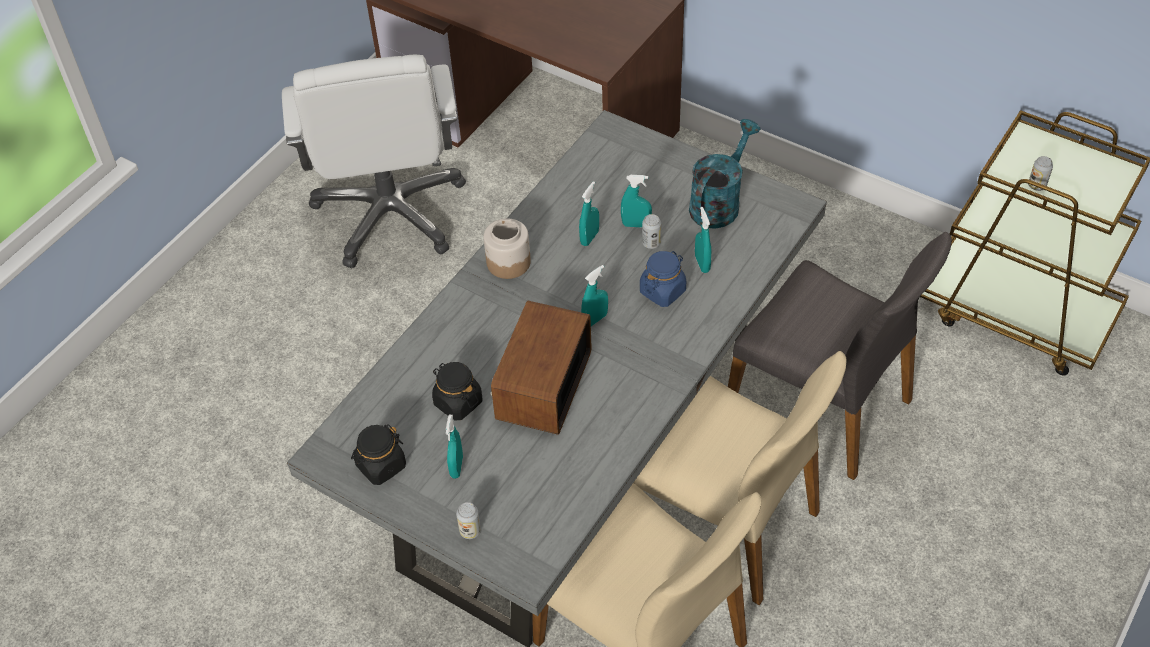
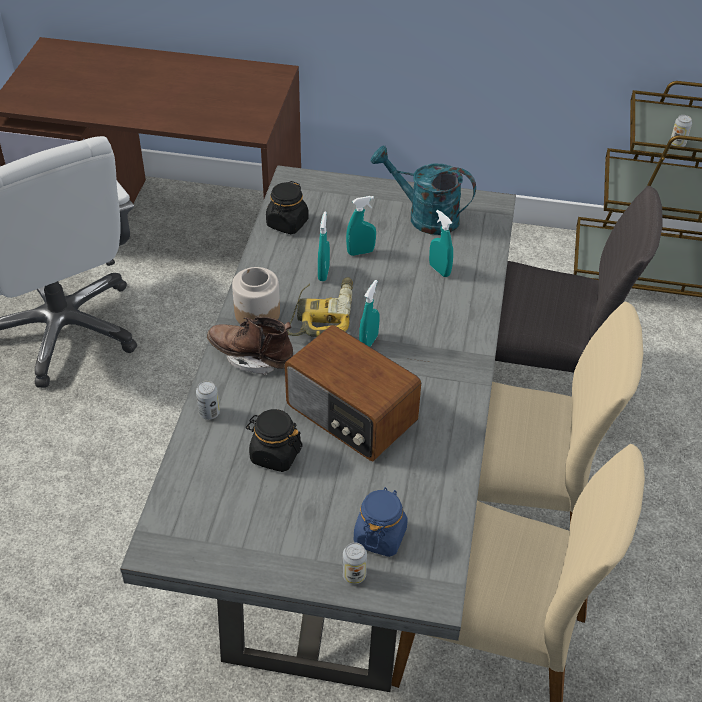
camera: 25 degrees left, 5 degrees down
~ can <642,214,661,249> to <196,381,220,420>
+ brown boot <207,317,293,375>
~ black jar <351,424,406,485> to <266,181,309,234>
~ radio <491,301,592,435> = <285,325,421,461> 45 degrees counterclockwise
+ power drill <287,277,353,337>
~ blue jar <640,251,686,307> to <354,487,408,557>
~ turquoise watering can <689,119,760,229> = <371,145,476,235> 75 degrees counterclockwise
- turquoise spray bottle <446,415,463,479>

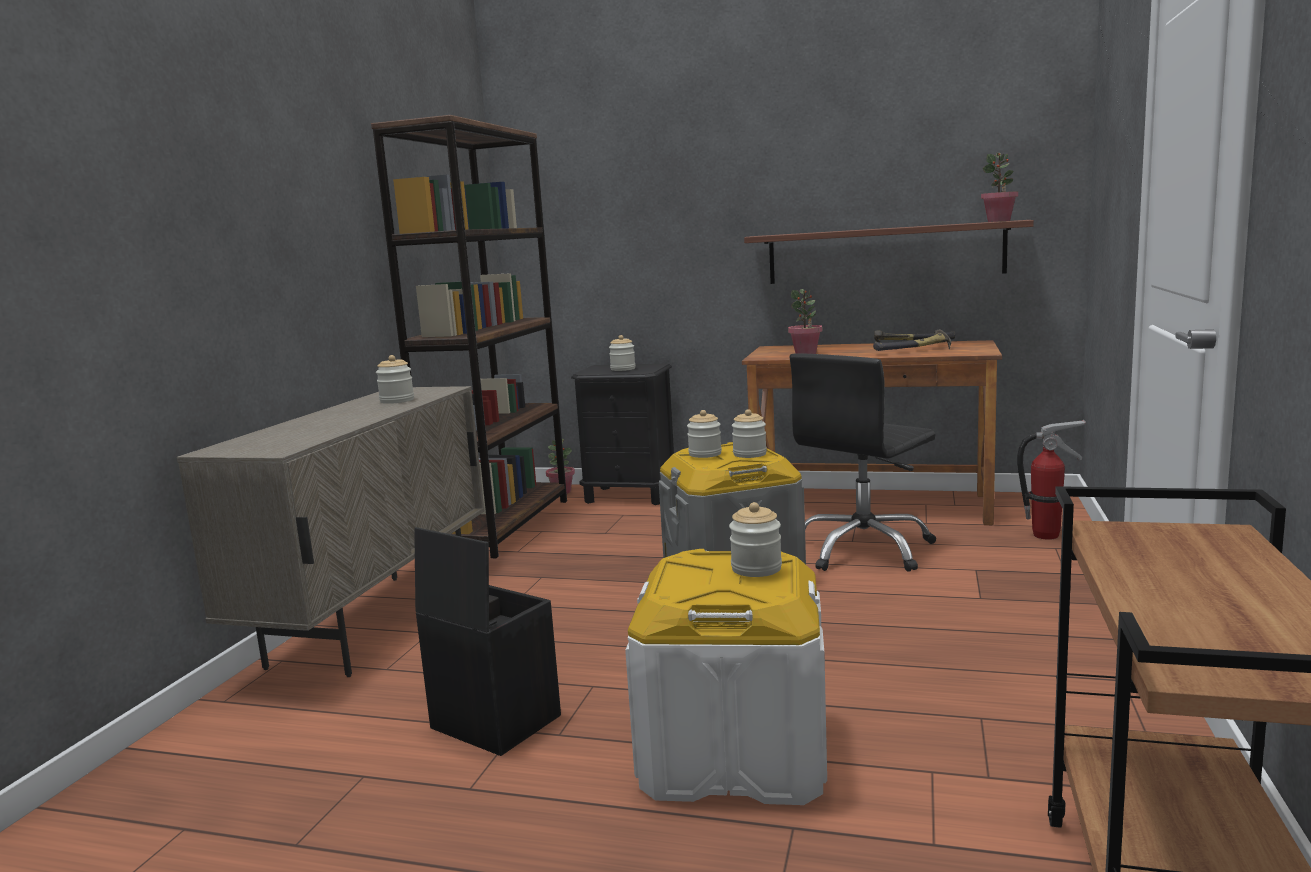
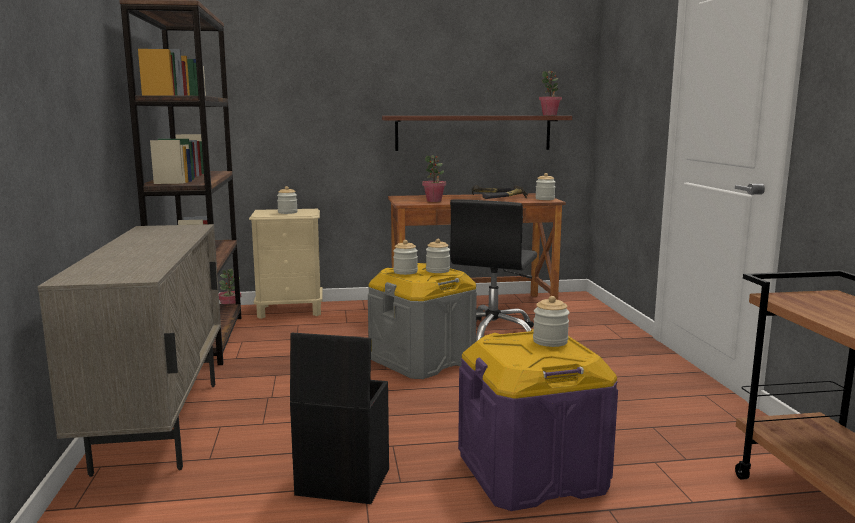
camera: 25 degrees left, 0 degrees up
~ black nightstand <571,364,674,505> to beige nightstand <249,209,323,319>
~ white storage box <625,549,827,805> to purple storage box <458,329,618,511>
~ jar <376,355,414,404> to <535,173,555,200>
- fire extinguisher <1017,420,1086,540>

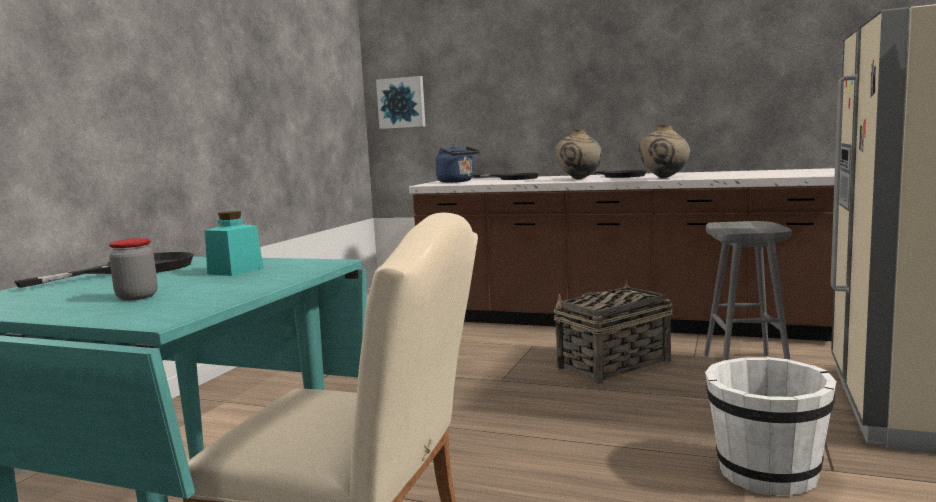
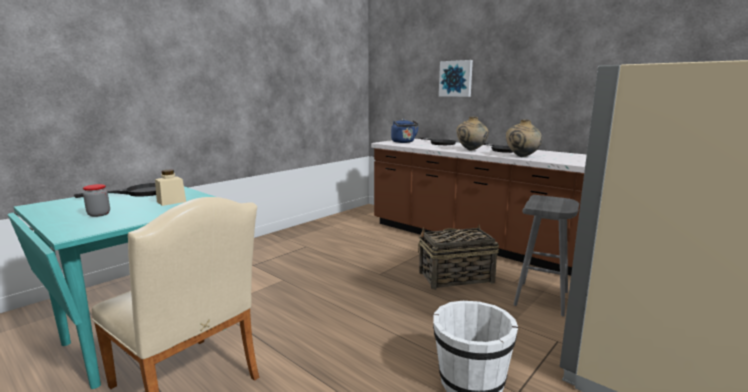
camera: 20 degrees right, 5 degrees up
~ turquoise jar <205,211,263,276> to beige jar <155,170,186,206>
~ picture <376,76,426,129> to <439,60,473,97>

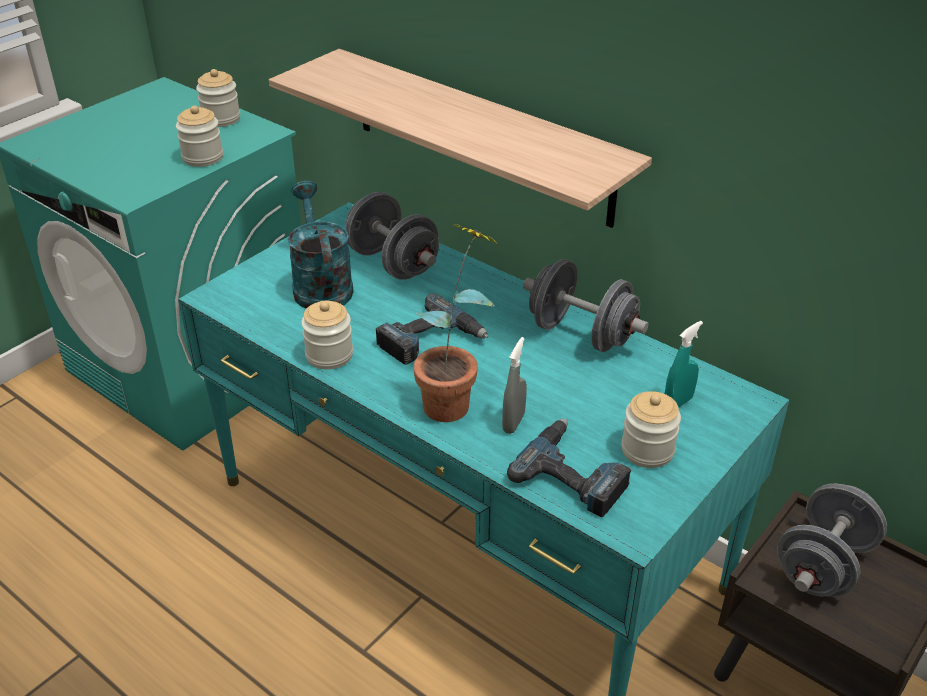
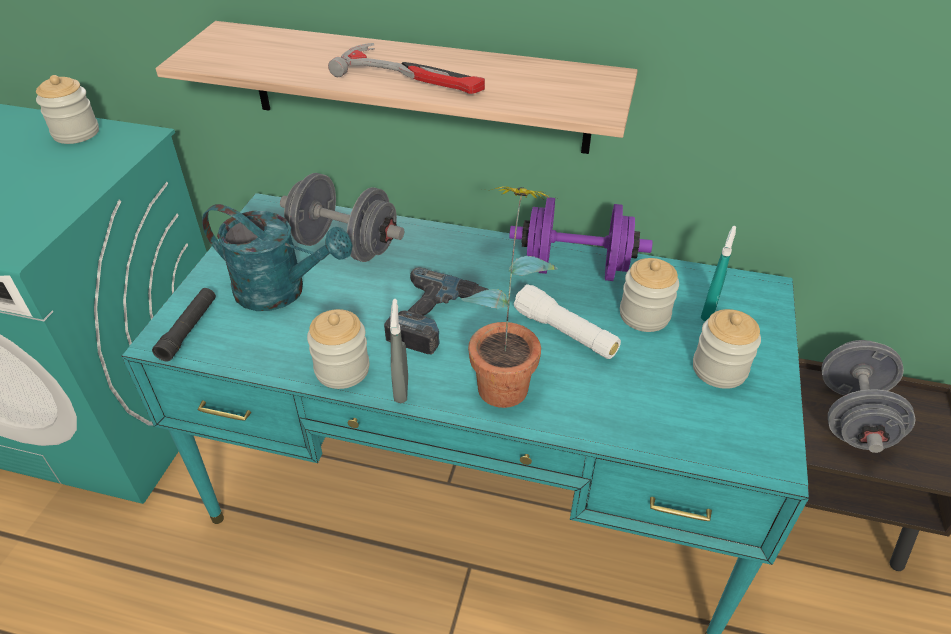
camera: 25 degrees left, 5 degrees up
+ black flashlight <152,288,216,361>
~ turquoise watering can <288,181,354,309> = <202,204,353,311> 150 degrees clockwise
+ hammer <328,43,485,94>
~ grey spray bottle <502,337,527,434> to <390,299,408,403>
~ grey dumbbell <523,259,649,352> to purple dumbbell <509,197,653,281>
+ white flashlight <514,285,621,359>
~ jar <176,106,223,167> to <620,258,679,332>
- power drill <507,419,632,517>

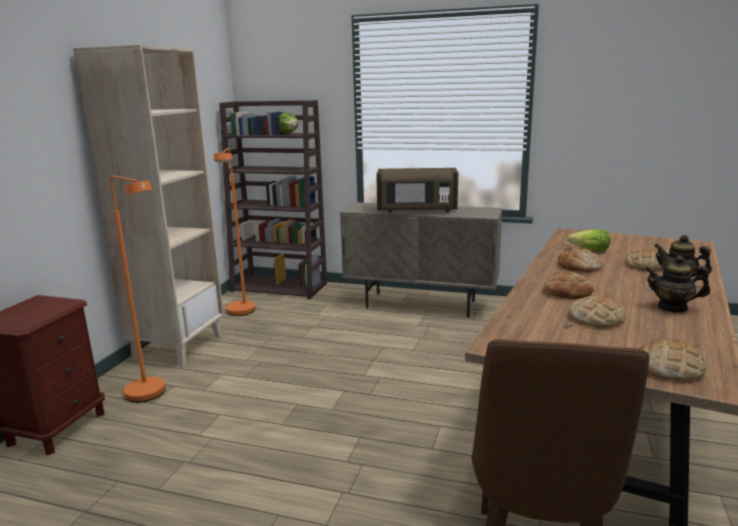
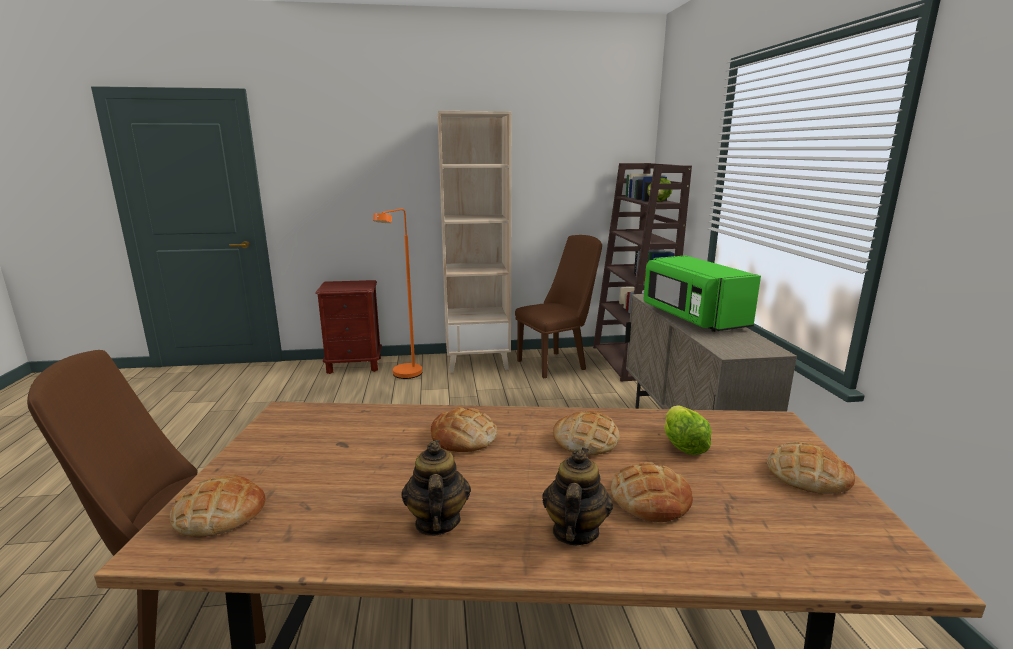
camera: 65 degrees right, 0 degrees up
~ orange floor lamp <214,148,256,316> to brown chair <515,235,602,378>
~ brown microwave <376,168,458,212> to green microwave <643,255,761,332>
~ bread <569,296,626,327> to <767,442,855,494>

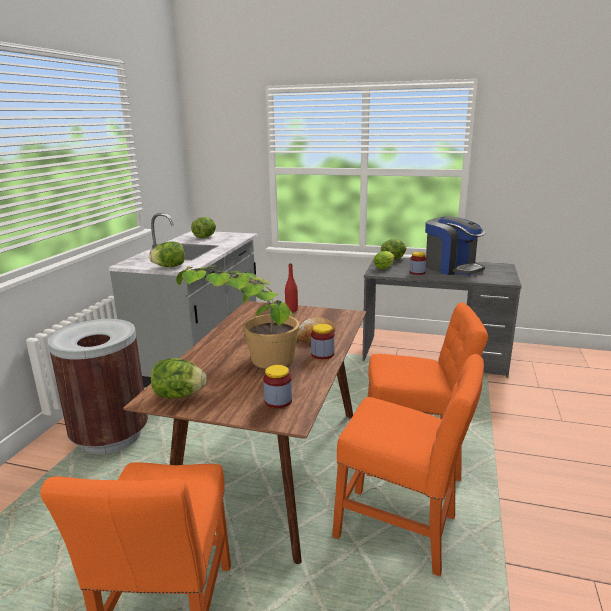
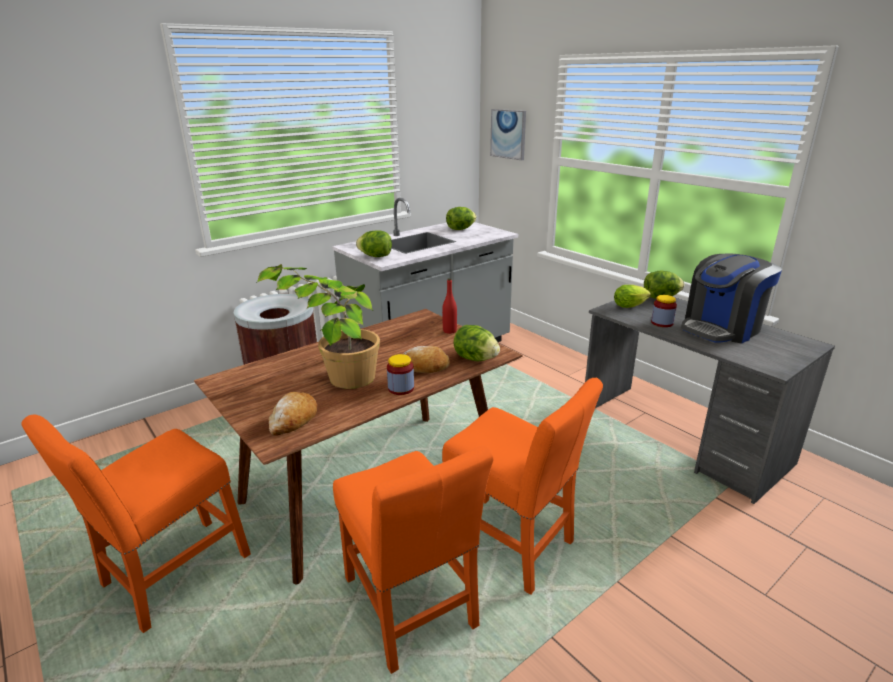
camera: 35 degrees right, 5 degrees up
~ jar <263,365,292,408> to bread <269,392,317,436>
~ lettuce <151,358,207,398> to <453,325,500,361>
+ picture <490,109,526,160>
~ coffee machine <425,216,486,275> = <681,253,782,344> 60 degrees clockwise

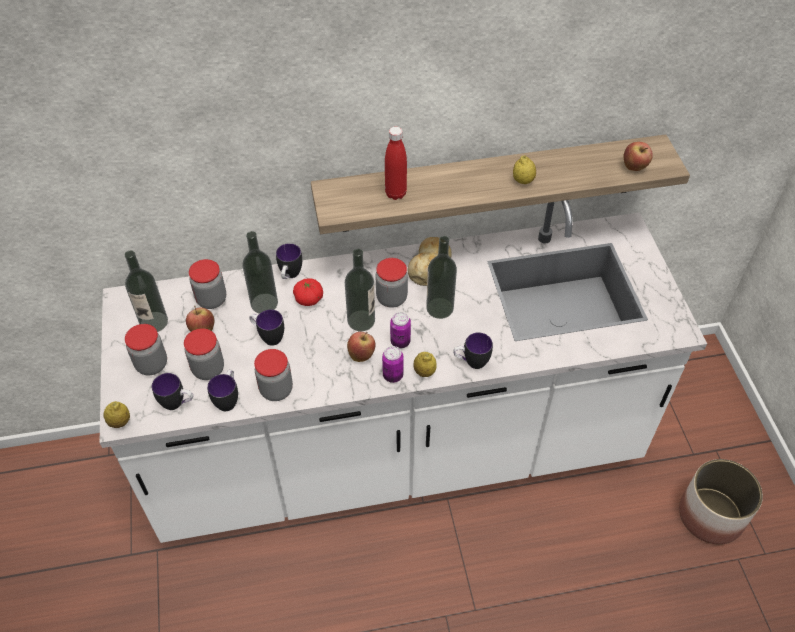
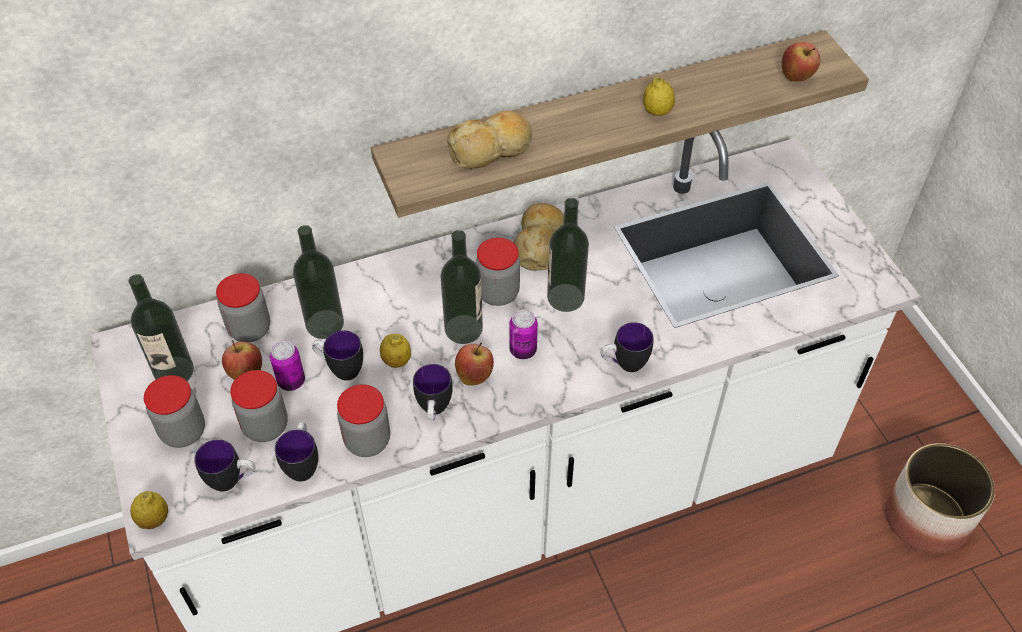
camera: 10 degrees left, 0 degrees up
~ can <382,346,404,383> to <270,341,305,391>
~ lemon <414,352,437,377> to <380,334,411,368>
~ mug <276,243,302,279> to <413,364,453,420>
~ red bottle <385,127,407,200> to bread <447,111,533,169>
- tomato <293,278,323,306>

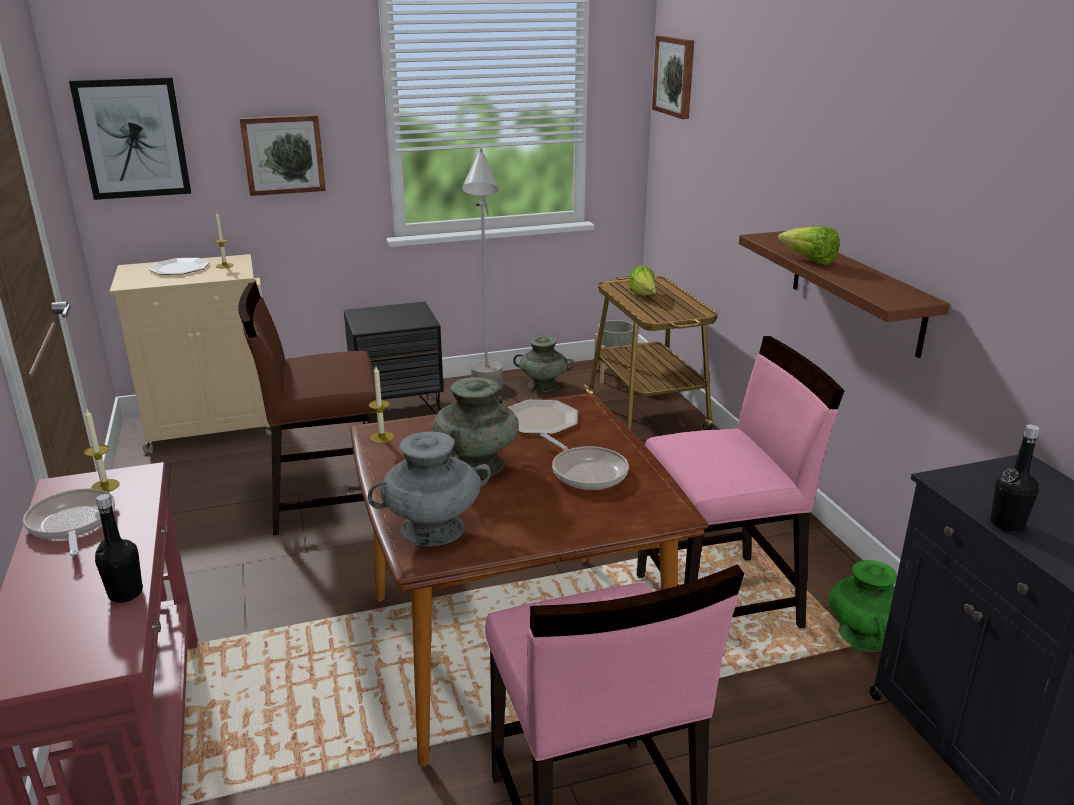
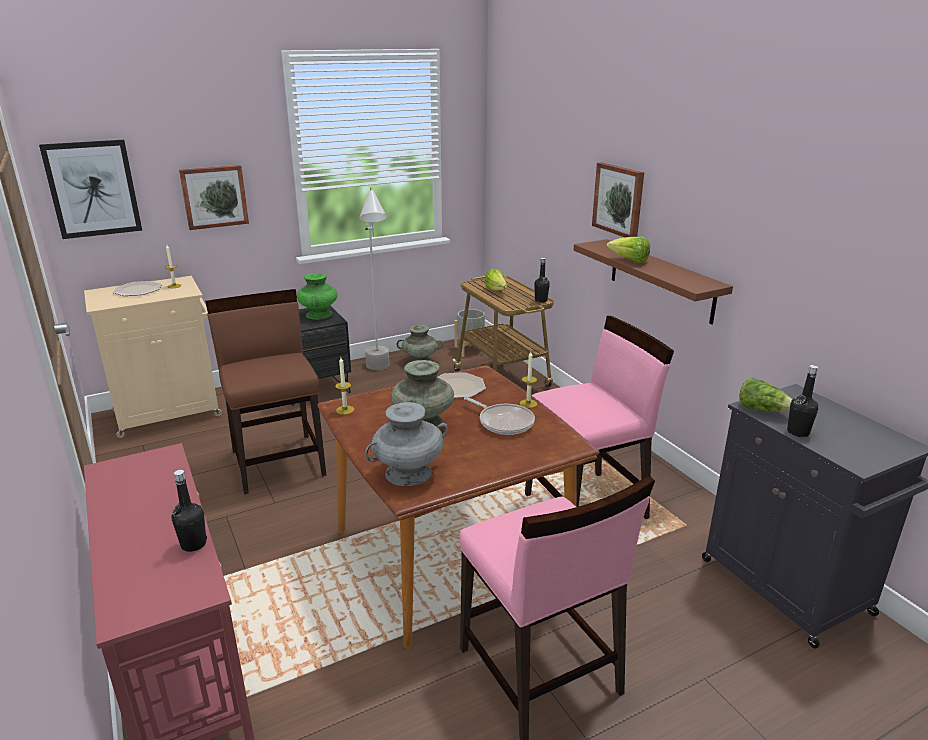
camera: 10 degrees left, 0 degrees up
~ brown chair <238,282,378,535> = <205,289,326,494> 90 degrees clockwise
~ green vase <828,560,897,652> to <297,273,338,320>
~ candle <84,409,120,492> to <519,352,537,408>
+ black bottle <534,258,550,303>
~ picture <652,36,694,119> to <592,162,644,237>
+ lettuce <739,378,792,412>
- frying pan <23,489,115,556>

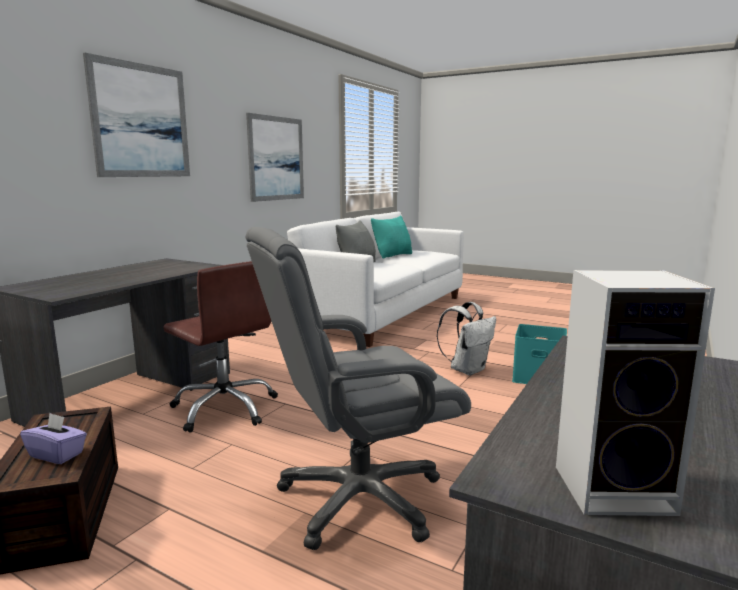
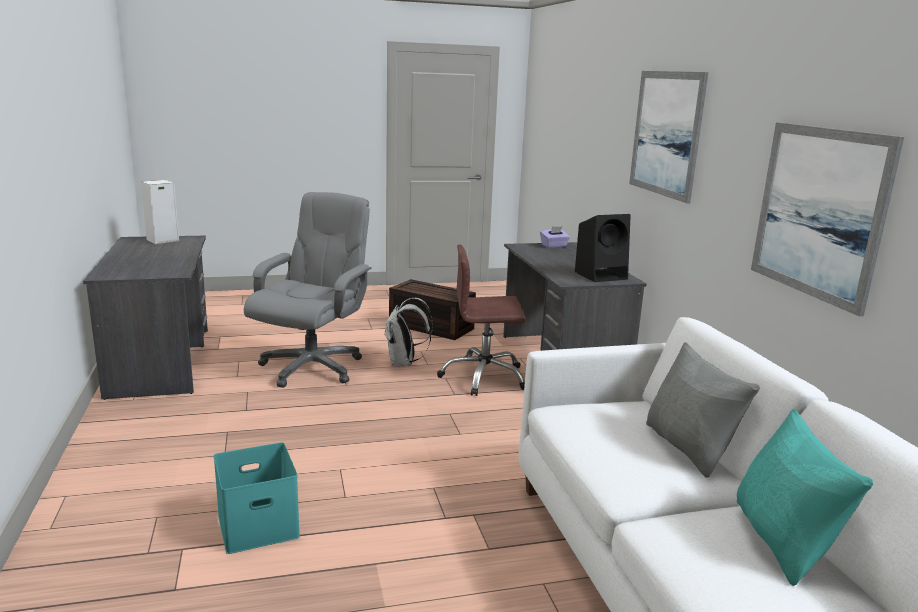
camera: 135 degrees right, 5 degrees up
~ white backpack <437,302,496,376> to <384,298,433,366>
~ purple tissue box <20,413,87,464> to <540,226,570,248>
+ black speaker <575,214,631,282>

